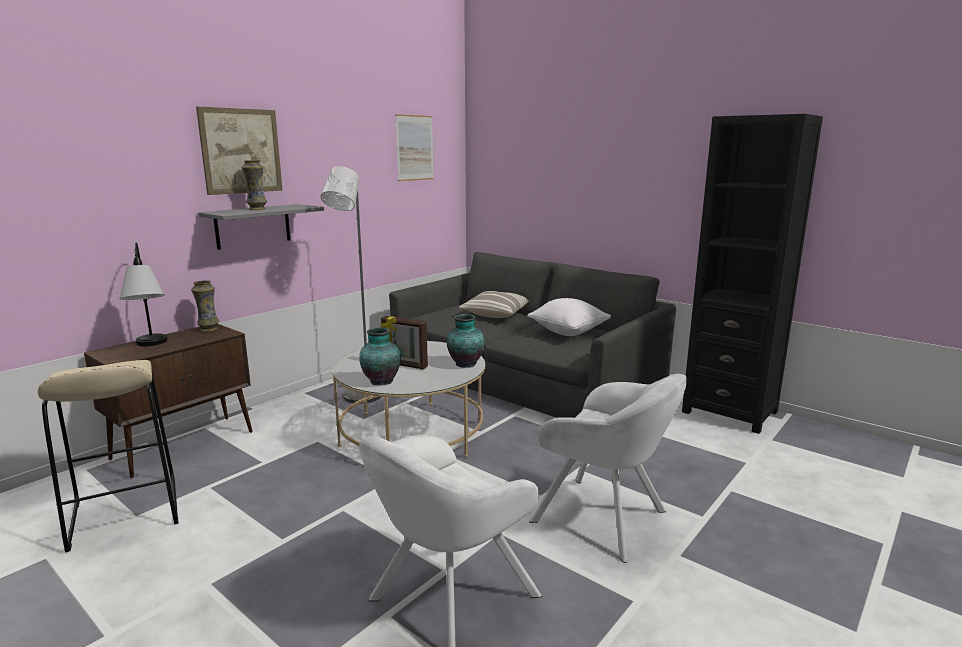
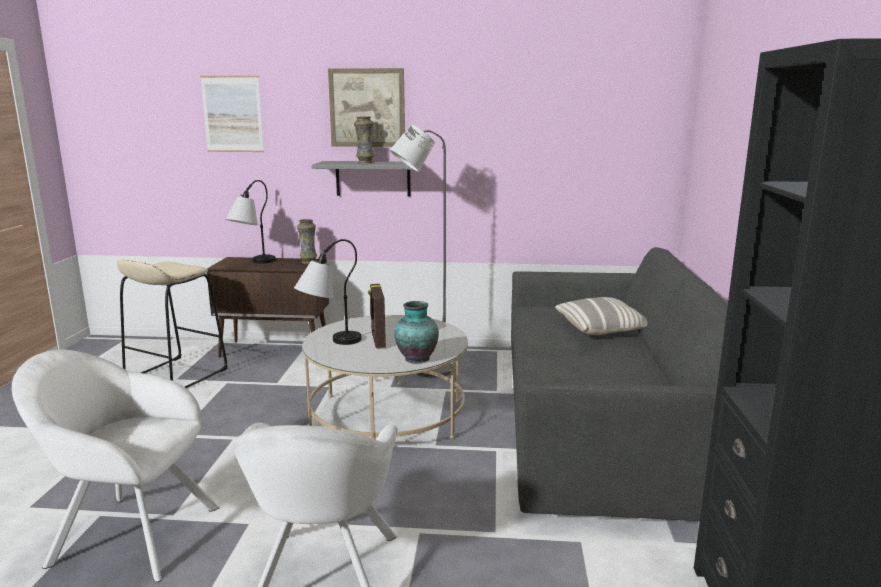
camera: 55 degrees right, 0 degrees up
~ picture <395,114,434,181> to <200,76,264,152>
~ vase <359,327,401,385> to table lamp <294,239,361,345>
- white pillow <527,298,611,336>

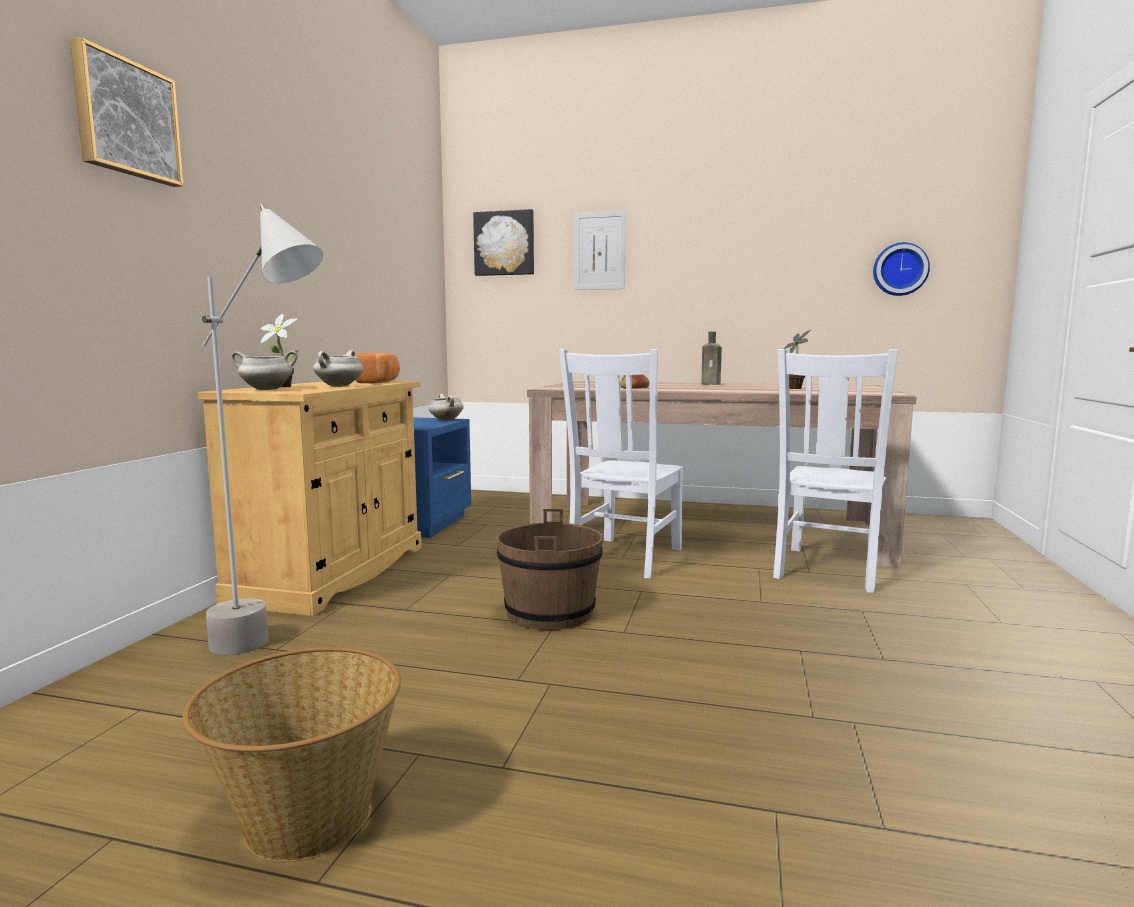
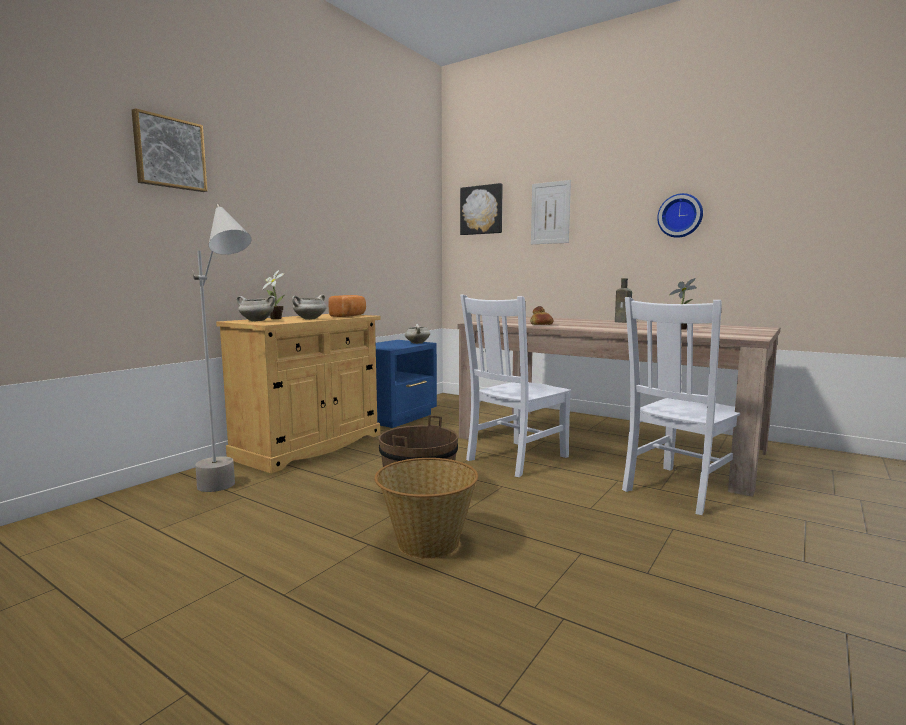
camera: 20 degrees right, 0 degrees up
~ basket <182,647,401,862> to <374,458,478,559>
~ wall clock <873,242,930,296> to <657,193,703,238>

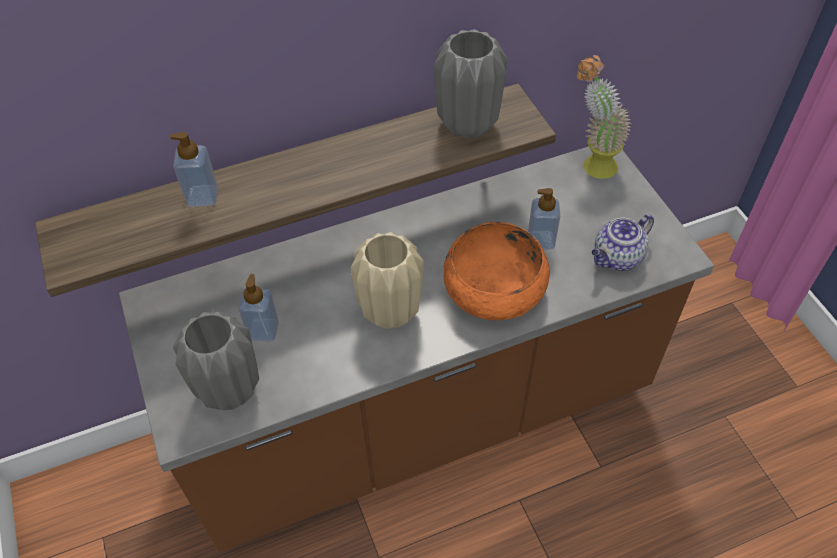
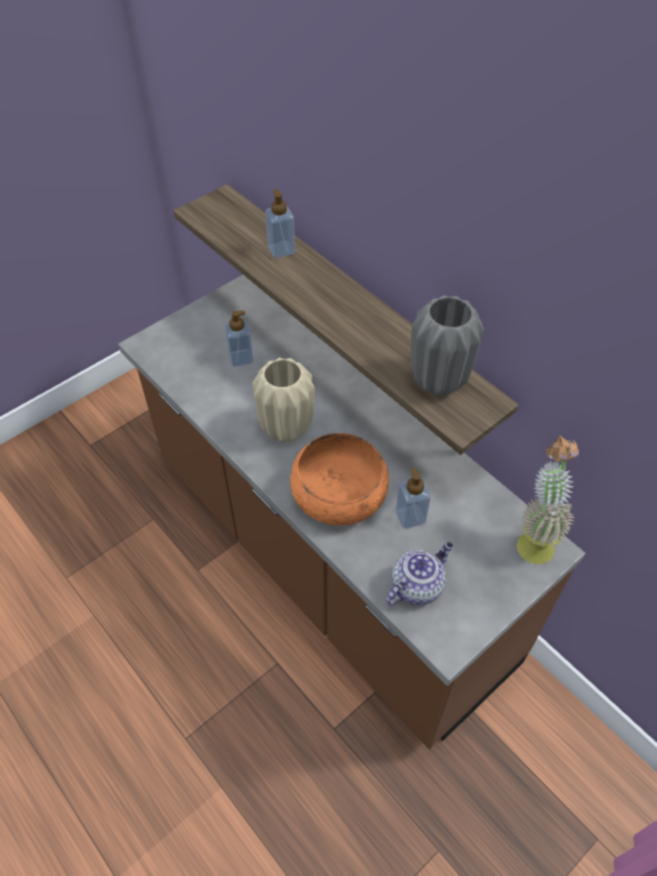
camera: 70 degrees right, 0 degrees up
~ teapot <592,214,654,271> = <385,542,453,606> 105 degrees clockwise
- grey vase <173,312,259,410>

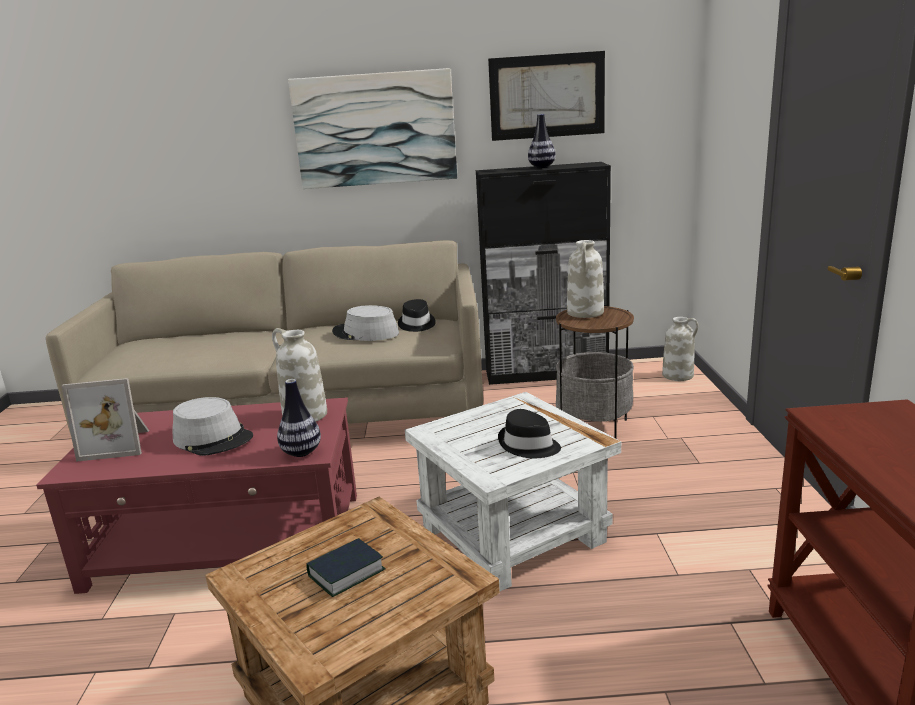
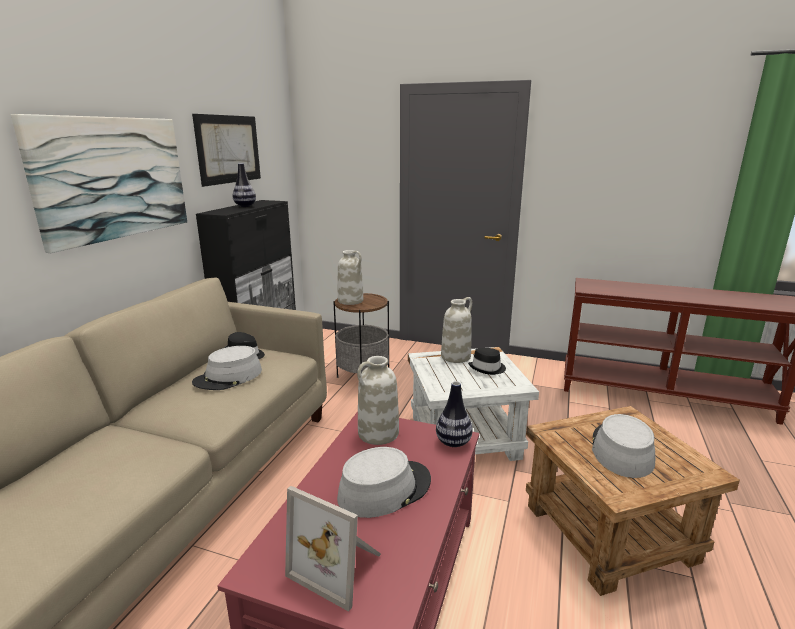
camera: 70 degrees left, 0 degrees up
~ picture frame <61,378,149,462> = <285,486,381,612> 105 degrees clockwise
~ white vase <662,317,699,381> to <441,297,472,363>
~ book <306,538,385,597> to grey hat <592,414,655,478>

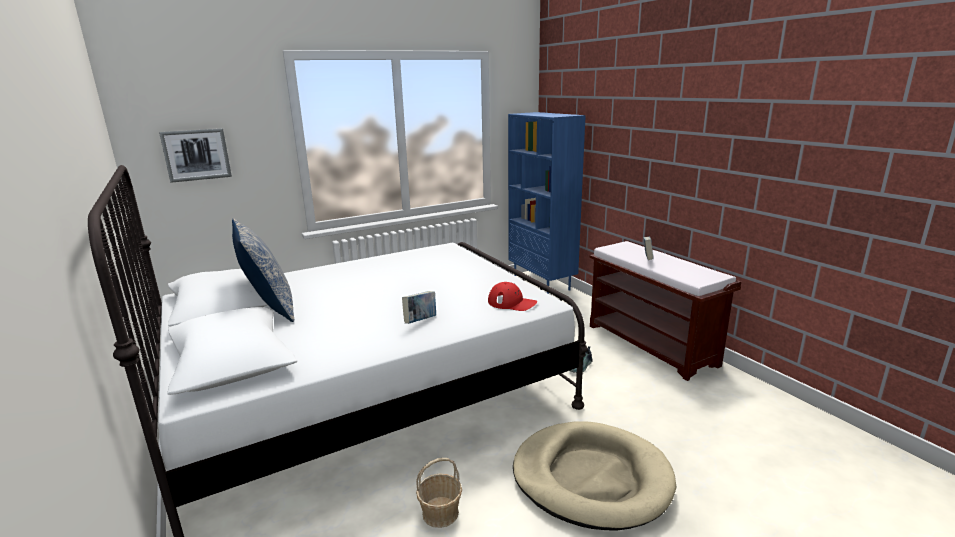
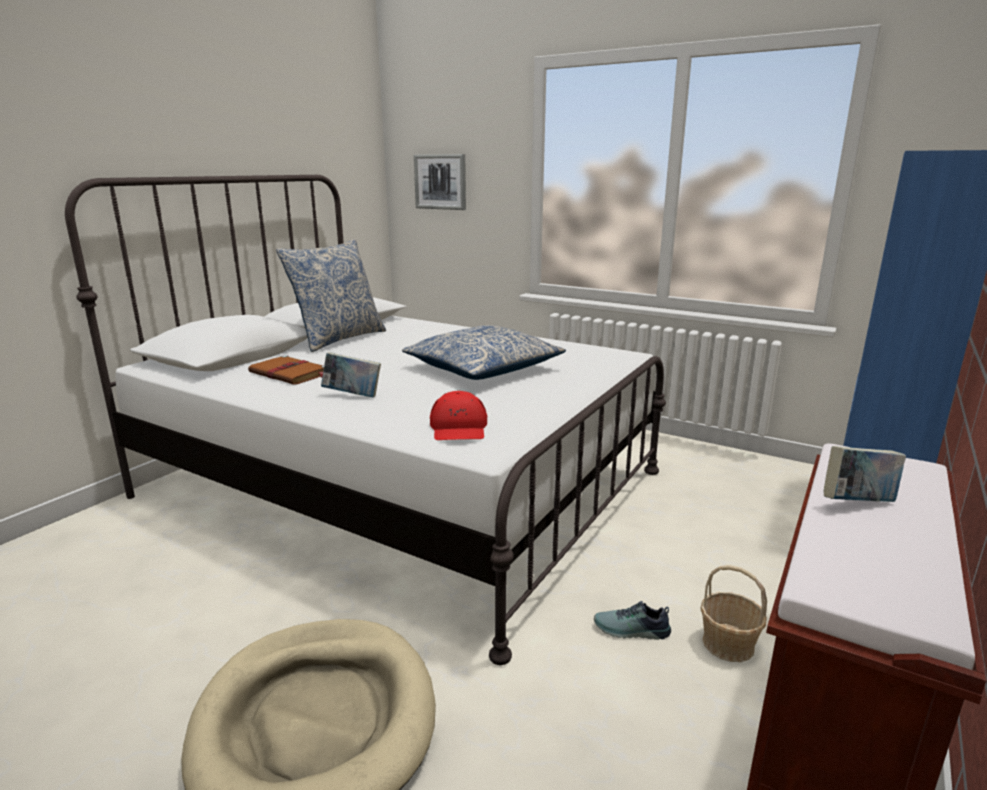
camera: 60 degrees right, 0 degrees up
+ brown book <248,355,324,385>
+ pillow <402,325,566,380>
~ basket <416,458,462,528> to <700,565,767,662>

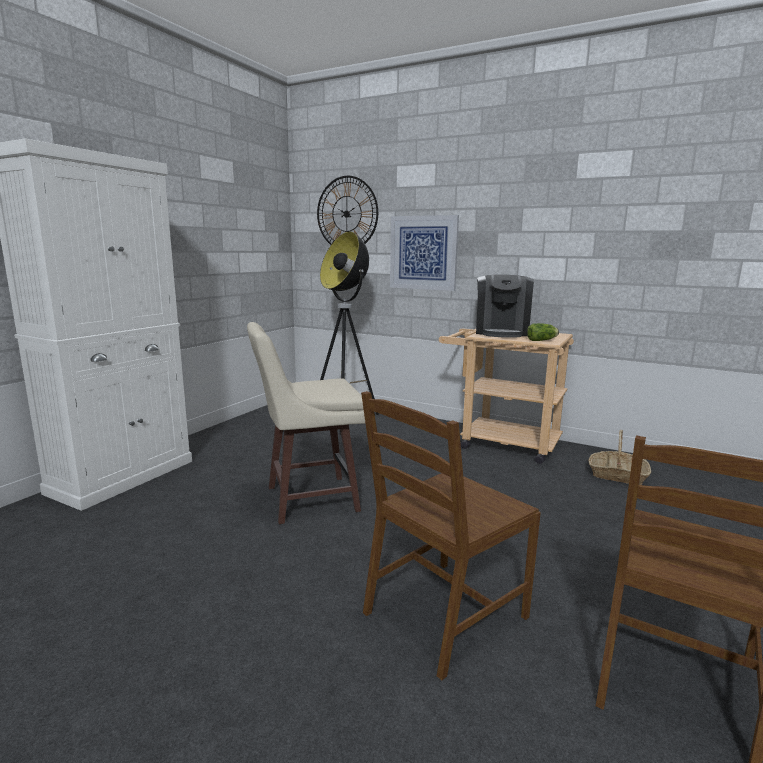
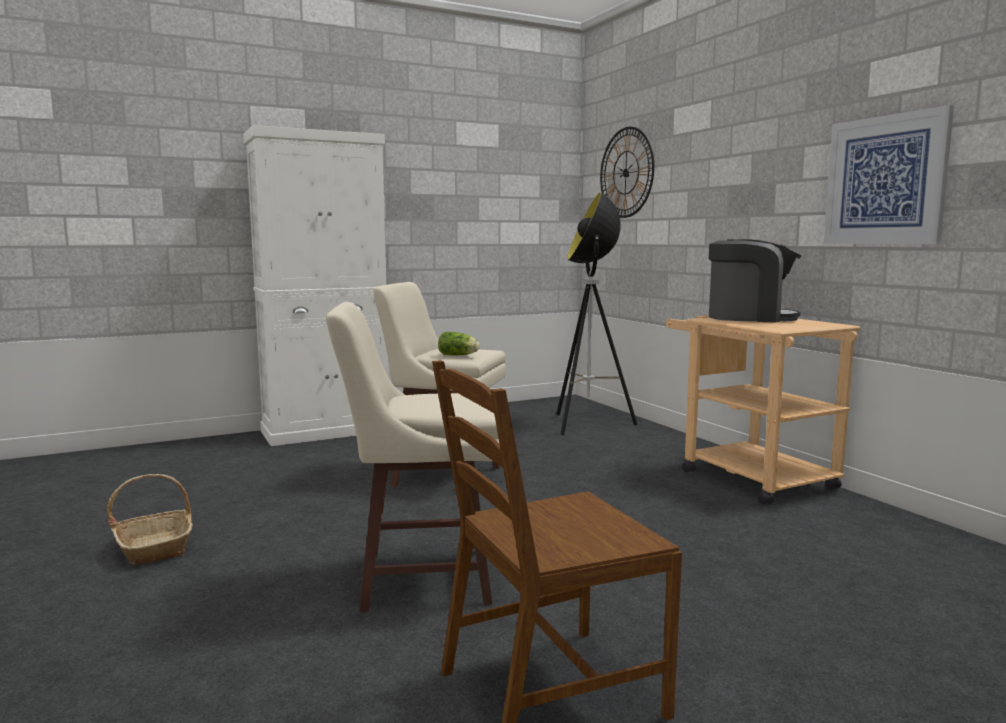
camera: 35 degrees right, 5 degrees down
~ basket <589,430,651,485> to <107,474,193,565>
~ brown chair <361,391,541,680> to beige stool <326,302,499,612>
~ lettuce <527,323,559,341> to <438,332,480,356>
~ coffee machine <476,275,534,338> = <709,239,801,323> 120 degrees counterclockwise
~ picture <390,215,459,291> to <824,105,954,244>

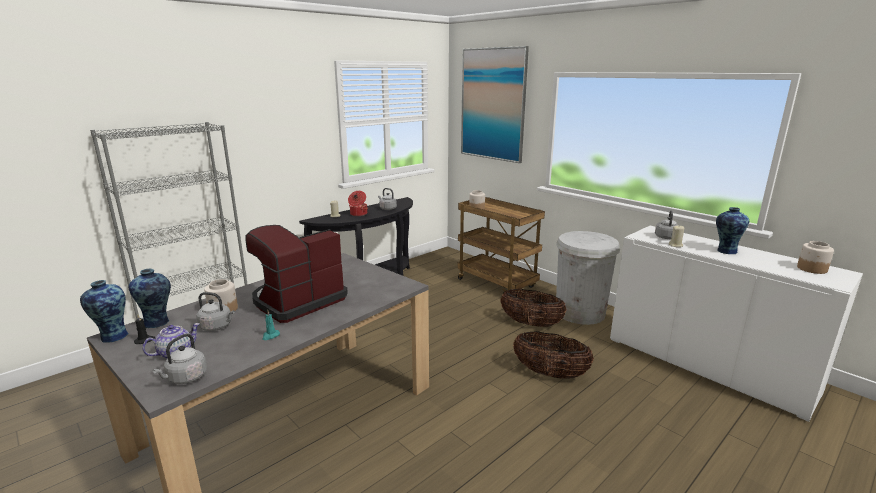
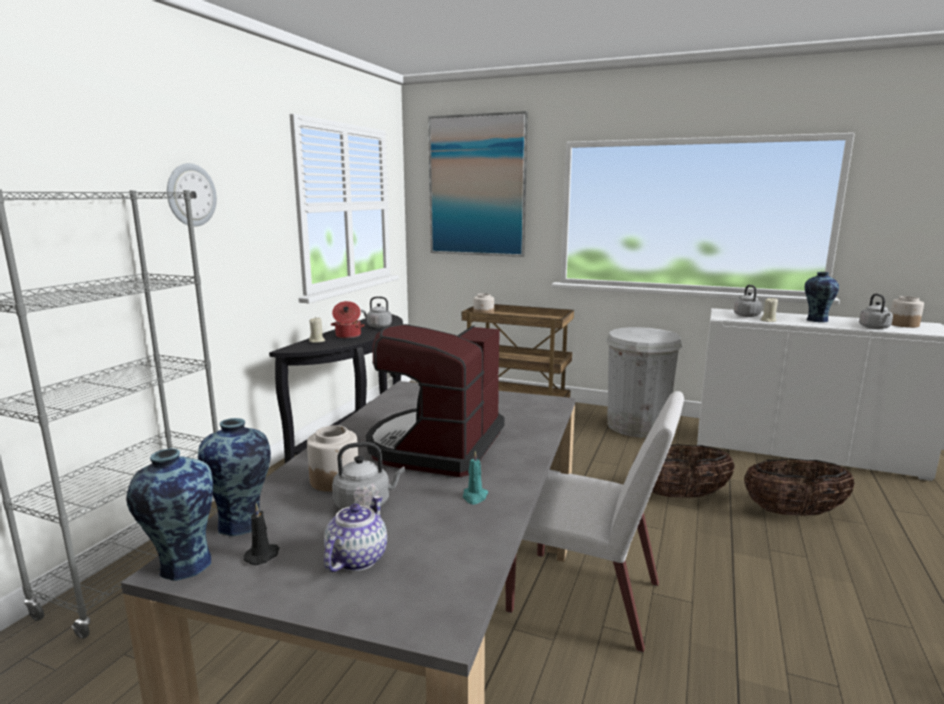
camera: 25 degrees left, 5 degrees down
+ wall clock <167,163,217,227>
+ white chair <506,391,684,652>
~ basket <501,289,567,327> to <744,458,854,516>
~ grey kettle <153,334,207,384> to <859,294,893,329>

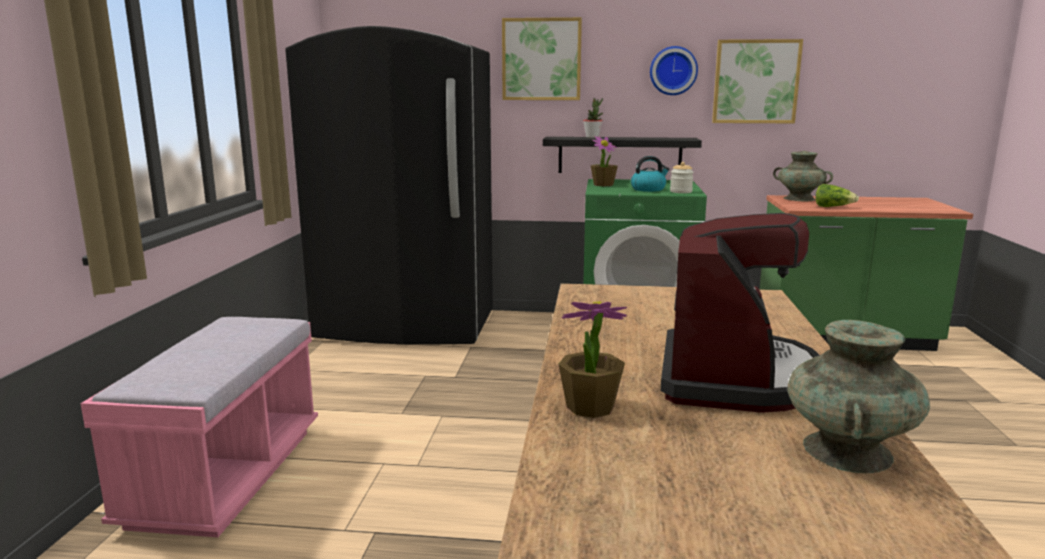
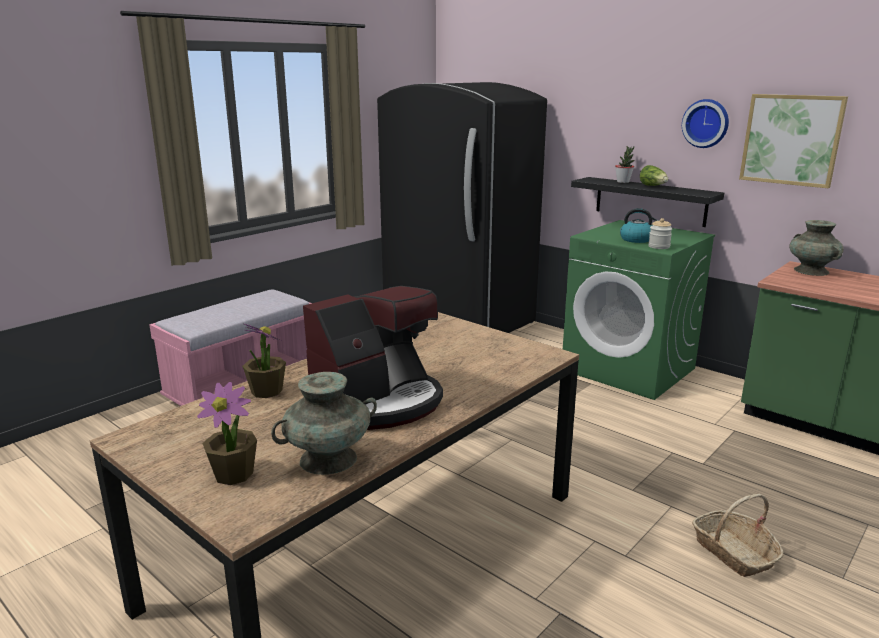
camera: 35 degrees right, 5 degrees up
~ potted plant <591,136,618,186> to <197,382,257,485>
~ lettuce <815,184,859,207> to <640,165,668,186>
+ basket <692,494,784,577>
- picture <502,17,582,100>

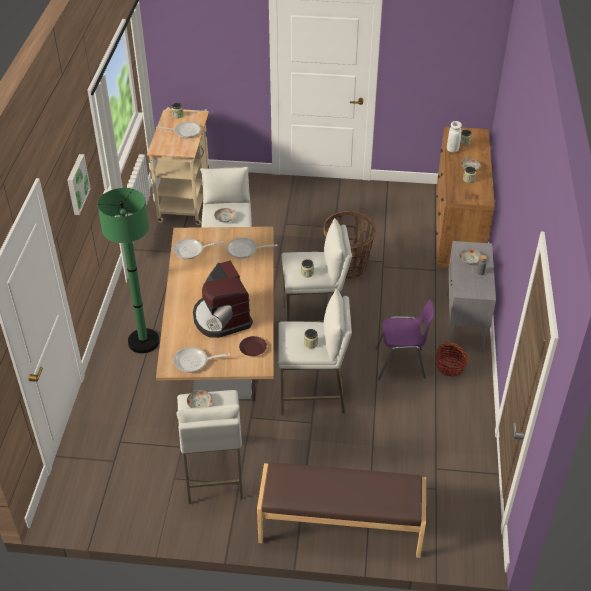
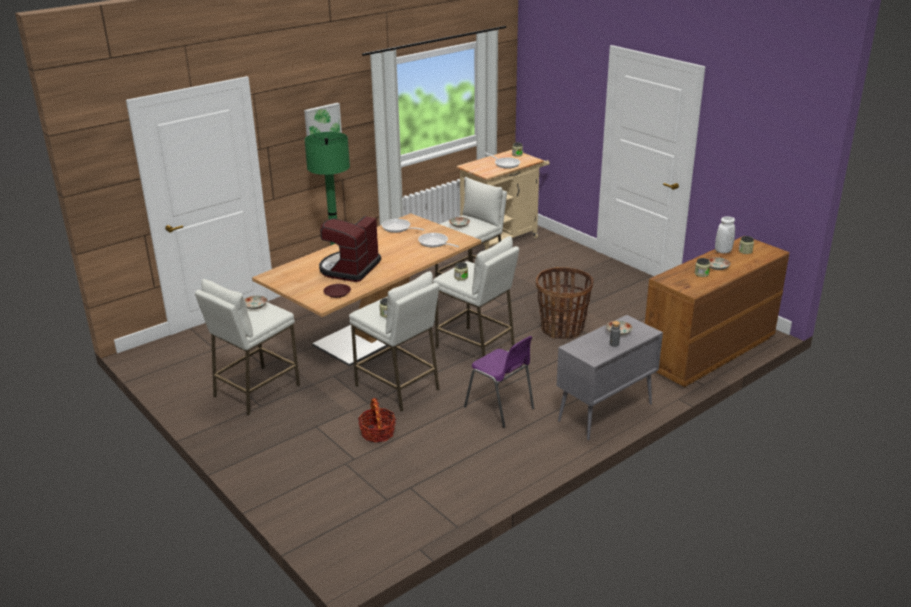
camera: 45 degrees right, 15 degrees down
~ basket <436,342,468,377> to <358,398,396,443>
- frying pan <173,347,230,373>
- brown bench <257,462,426,558>

